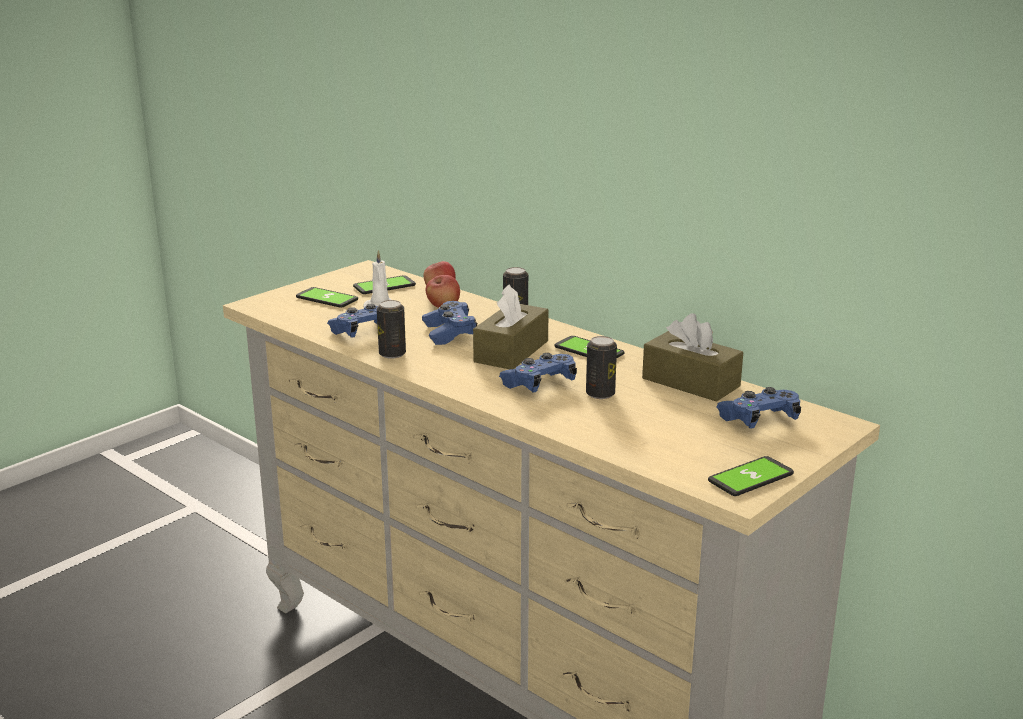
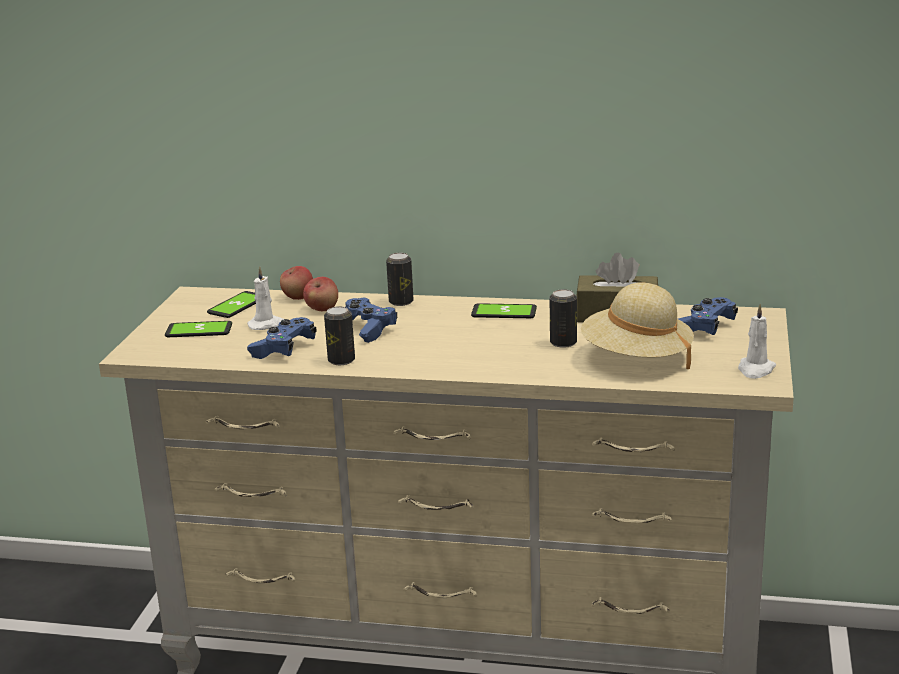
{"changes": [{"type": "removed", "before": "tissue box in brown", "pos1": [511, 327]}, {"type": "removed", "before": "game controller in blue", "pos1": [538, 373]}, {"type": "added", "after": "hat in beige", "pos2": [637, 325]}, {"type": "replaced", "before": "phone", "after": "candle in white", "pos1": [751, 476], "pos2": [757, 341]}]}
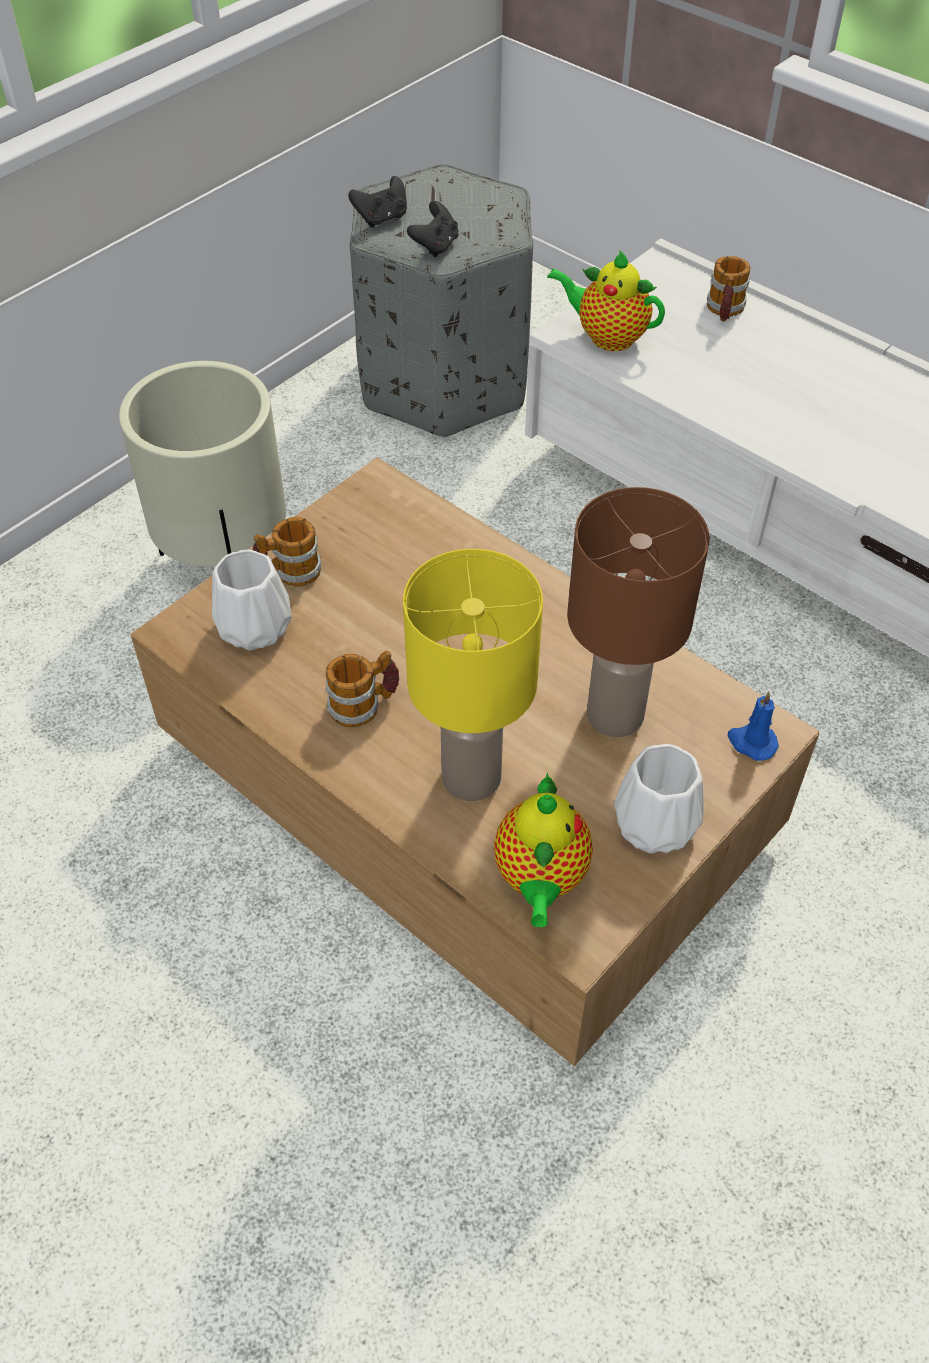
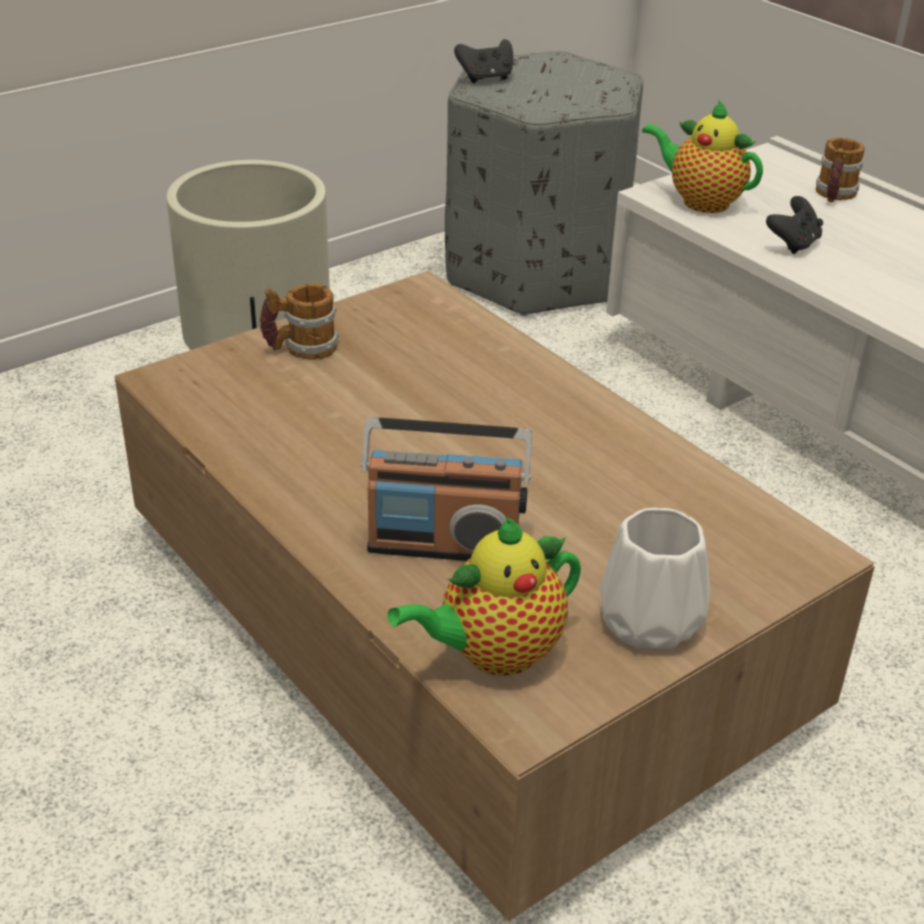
{"changes": [{"type": "removed", "before": "vase in white", "pos1": [251, 600]}, {"type": "removed", "before": "mug", "pos1": [362, 689]}, {"type": "removed", "before": "table lamp in brown", "pos1": [638, 612]}, {"type": "removed", "before": "candle in blue", "pos1": [753, 726]}, {"type": "moved", "before": "game controller in black", "pos1": [433, 229], "pos2": [794, 225]}, {"type": "replaced", "before": "table lamp in yellow", "after": "radio", "pos1": [473, 675], "pos2": [446, 489]}, {"type": "turned", "before": "teapot", "pos1": [543, 850], "pos2": [484, 596], "turn": 45}]}
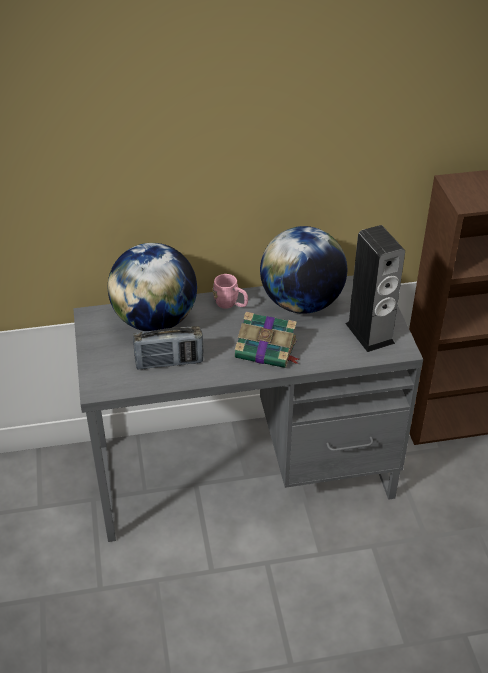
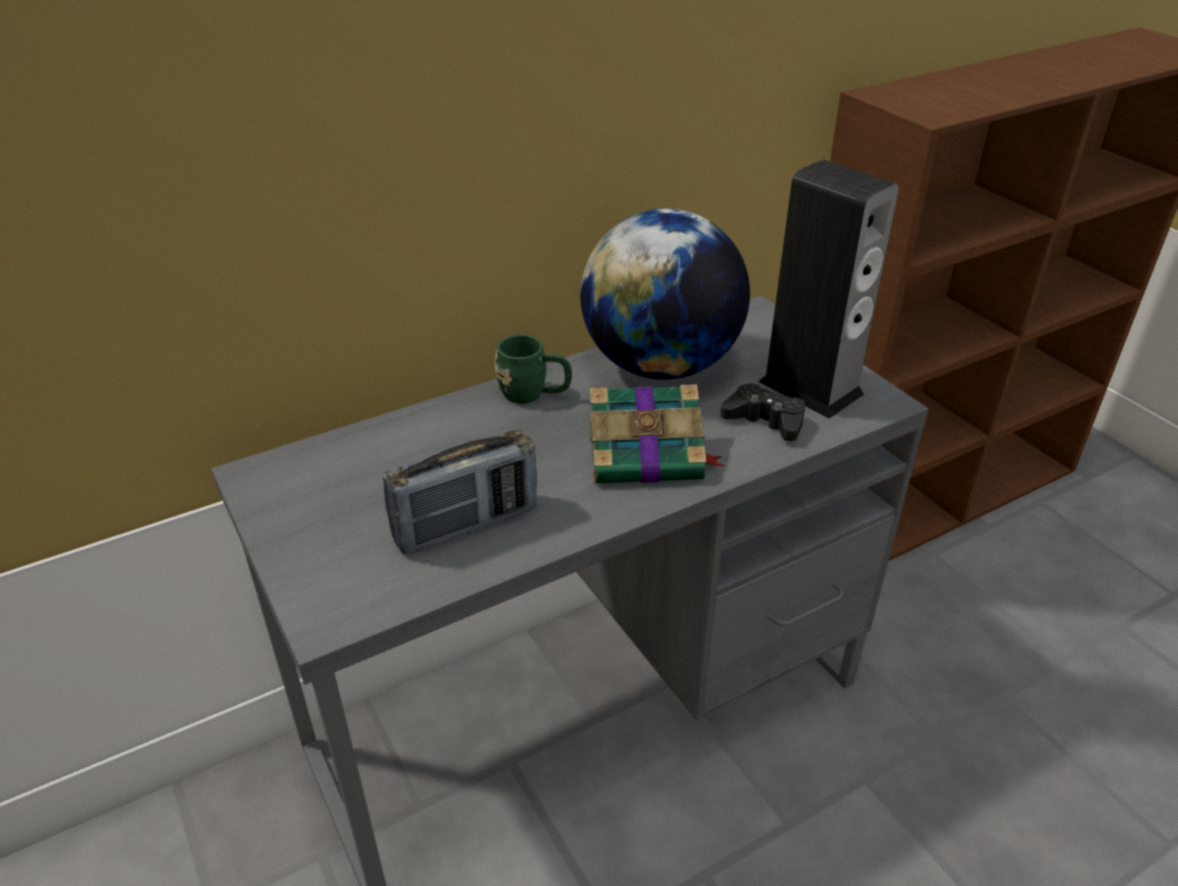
{"changes": [{"type": "removed", "before": "globe", "pos1": [152, 287]}, {"type": "added", "after": "game controller in black", "pos2": [762, 412]}, {"type": "recoloured", "before": "mug in pink", "after": "mug in green", "pos1": [230, 291], "pos2": [533, 369]}]}
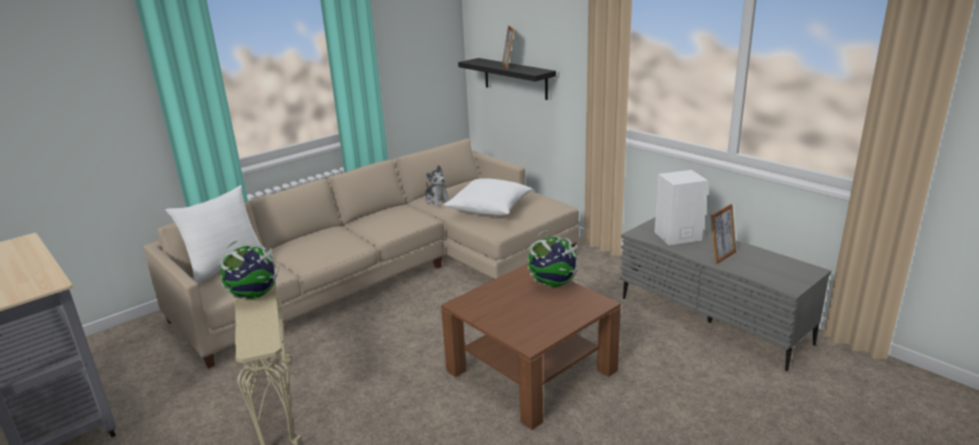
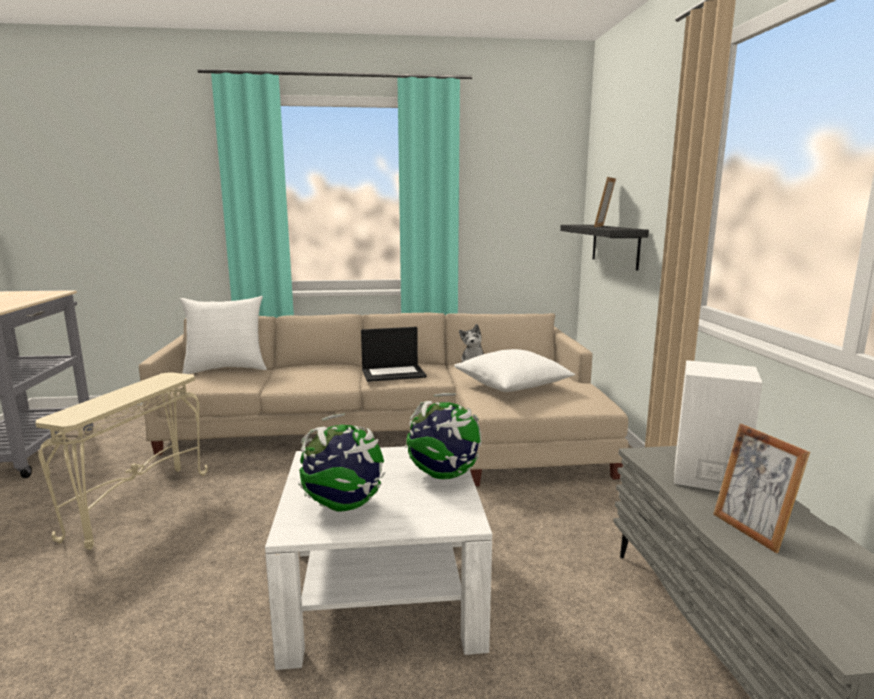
{"changes": [{"type": "added", "after": "laptop", "pos2": [394, 354]}, {"type": "moved", "before": "globe", "pos1": [248, 270], "pos2": [342, 462]}, {"type": "recoloured", "before": "coffee table in brown", "after": "coffee table in white", "pos1": [531, 346], "pos2": [378, 558]}, {"type": "turned", "before": "picture frame", "pos1": [723, 234], "pos2": [761, 488], "turn": 75}]}
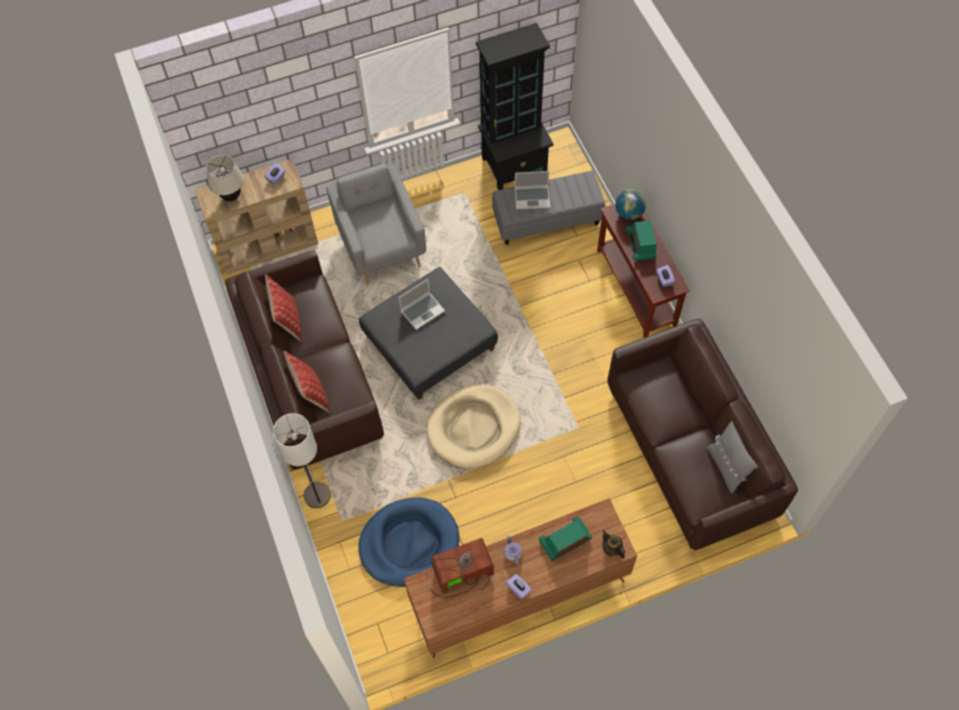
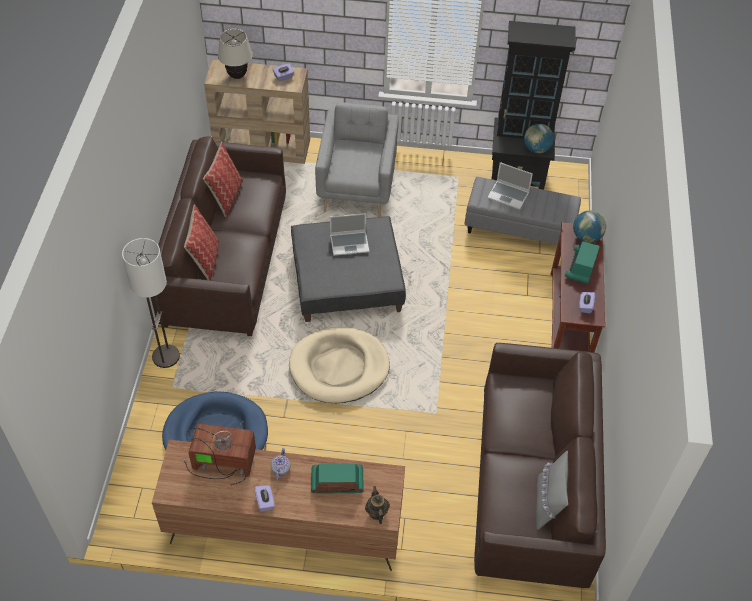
{"changes": [{"type": "added", "after": "globe", "pos2": [539, 138]}]}
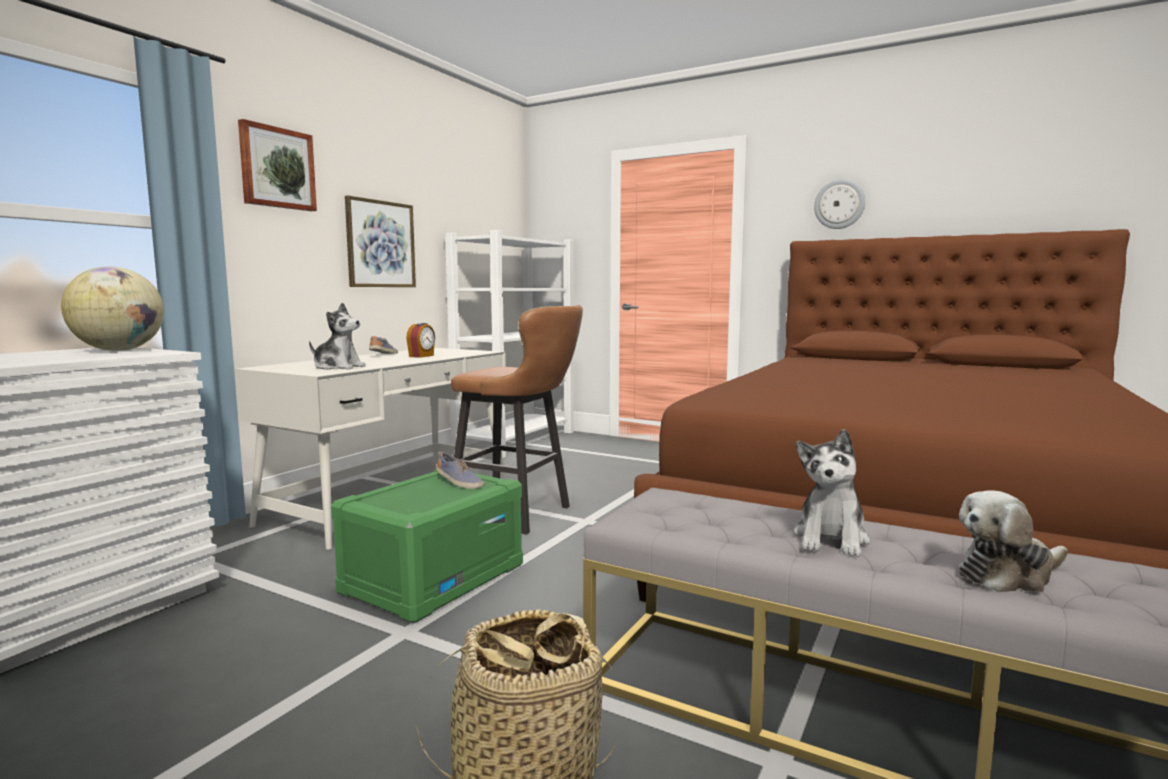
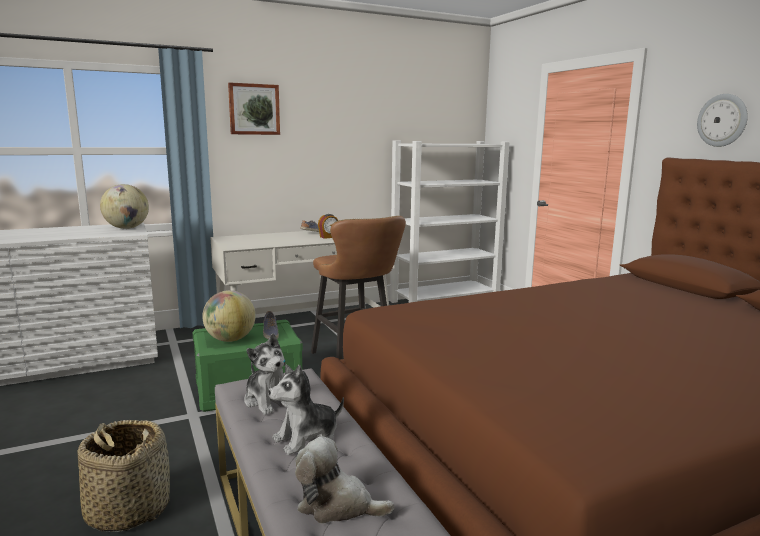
{"changes": [{"type": "removed", "before": "picture", "pos1": [380, 241]}, {"type": "added", "after": "globe", "pos2": [229, 316]}, {"type": "moved", "before": "plush toy", "pos1": [337, 336], "pos2": [265, 374]}]}
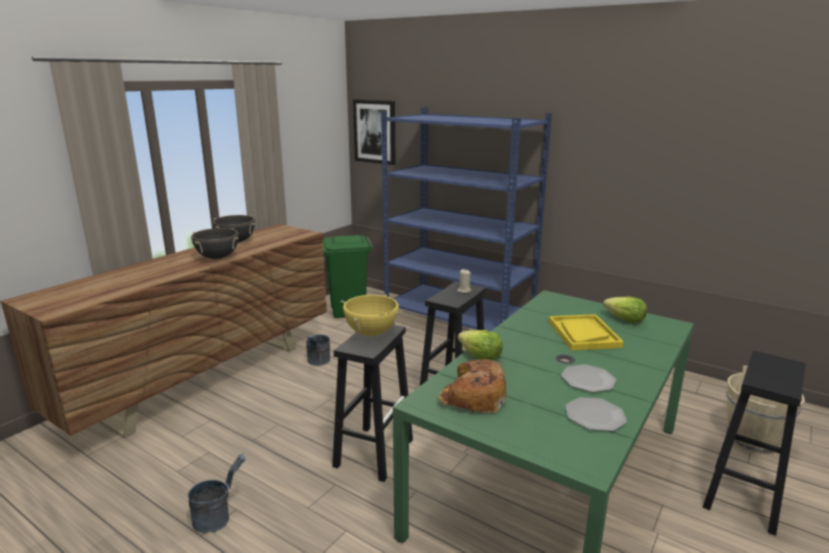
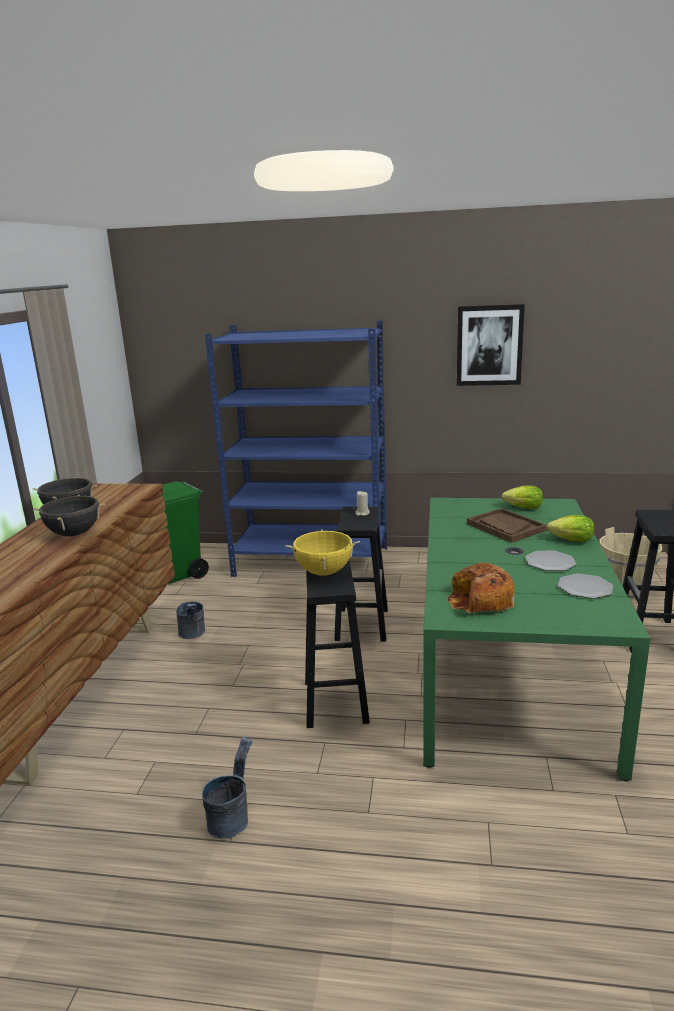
{"changes": [{"type": "moved", "before": "picture", "pos1": [374, 132], "pos2": [491, 345]}, {"type": "moved", "before": "lettuce", "pos1": [480, 345], "pos2": [570, 529]}, {"type": "recoloured", "before": "tray in yellow", "after": "tray in brown", "pos1": [586, 332], "pos2": [507, 525]}]}
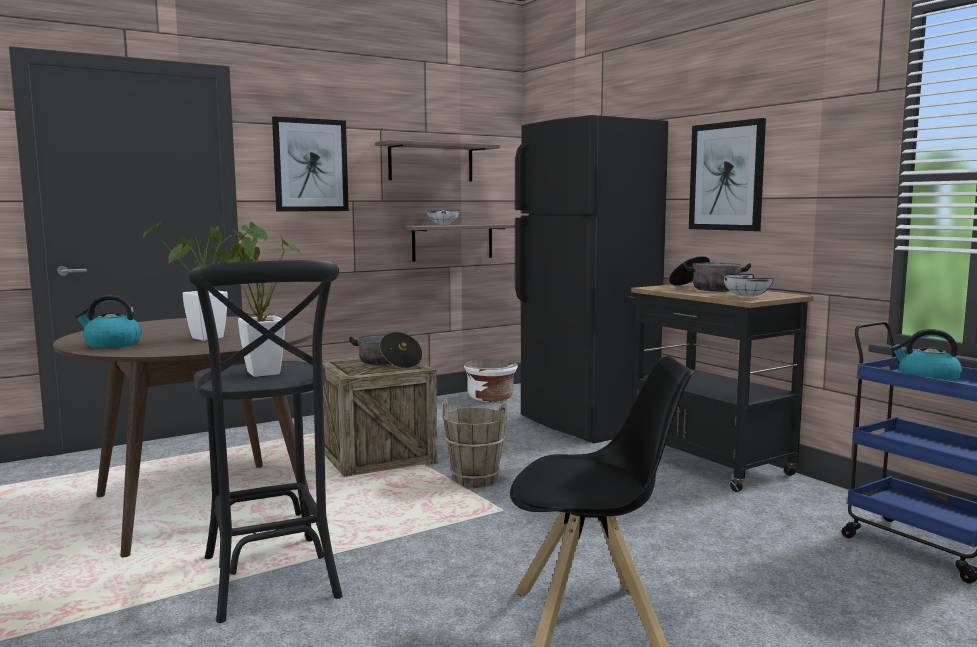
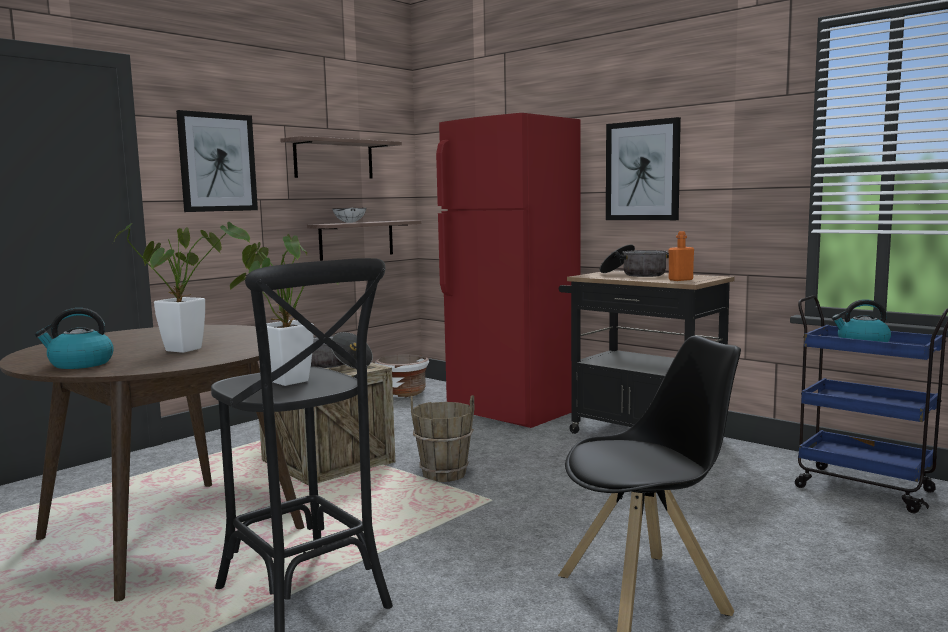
{"changes": [{"type": "replaced", "before": "bowl in white", "after": "bottle in orange", "pos1": [749, 285], "pos2": [681, 256]}, {"type": "recoloured", "before": "fridge in black", "after": "fridge in red", "pos1": [592, 279], "pos2": [508, 270]}]}
